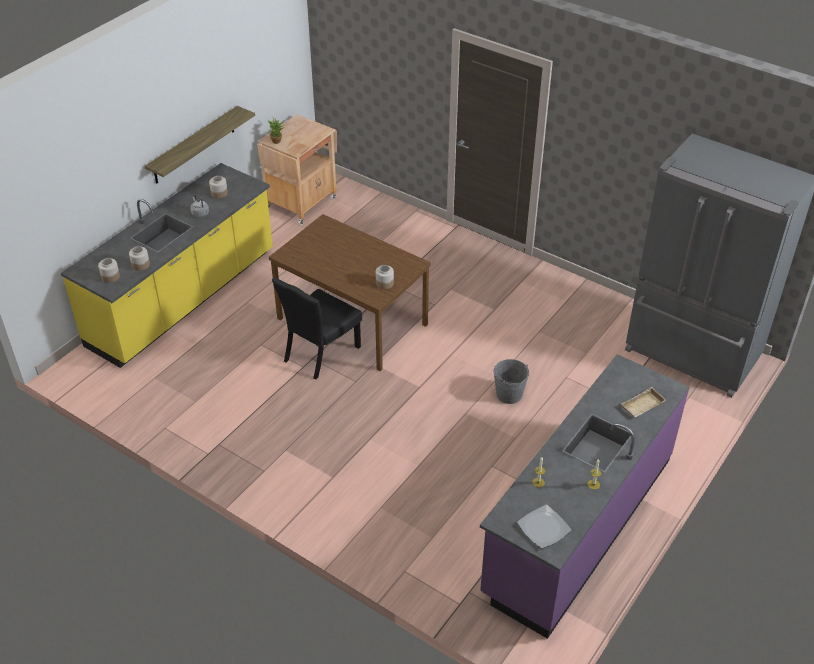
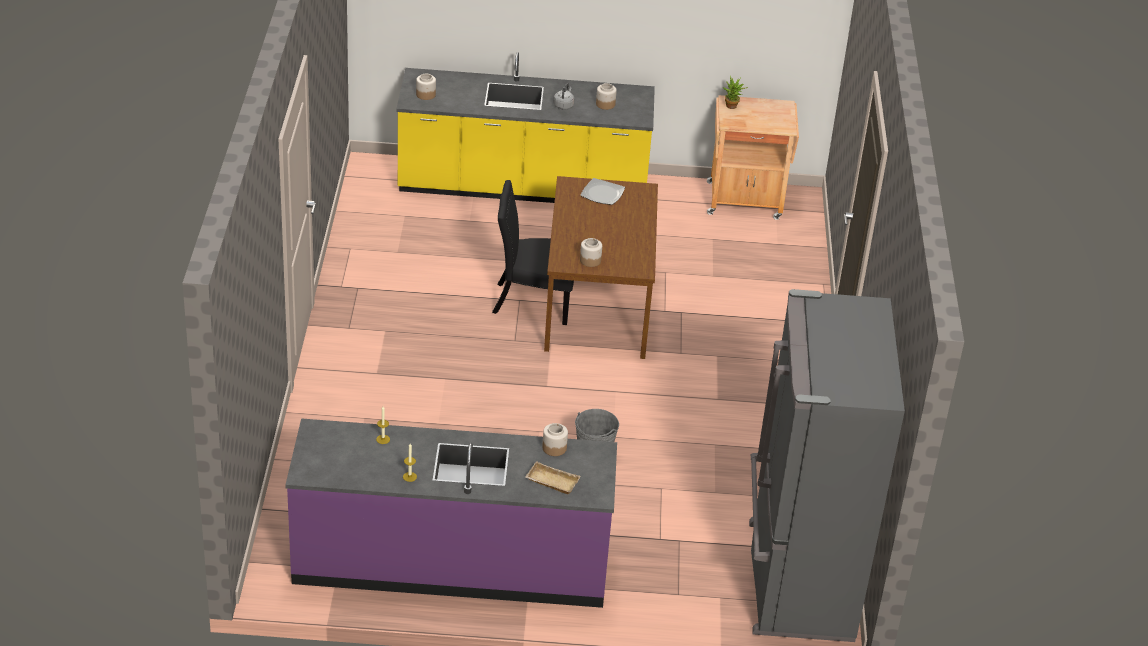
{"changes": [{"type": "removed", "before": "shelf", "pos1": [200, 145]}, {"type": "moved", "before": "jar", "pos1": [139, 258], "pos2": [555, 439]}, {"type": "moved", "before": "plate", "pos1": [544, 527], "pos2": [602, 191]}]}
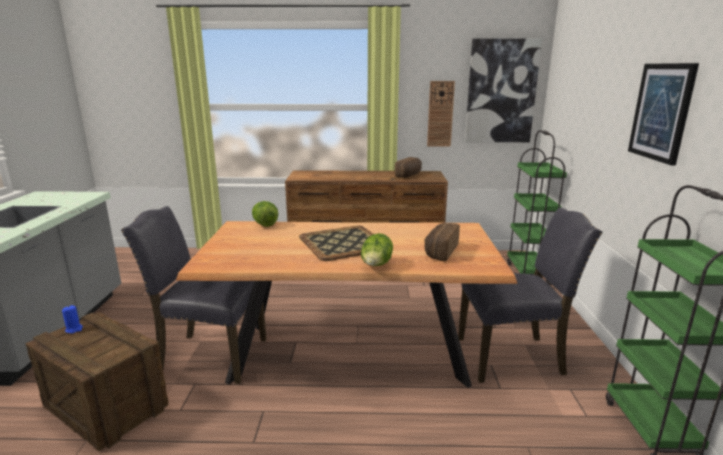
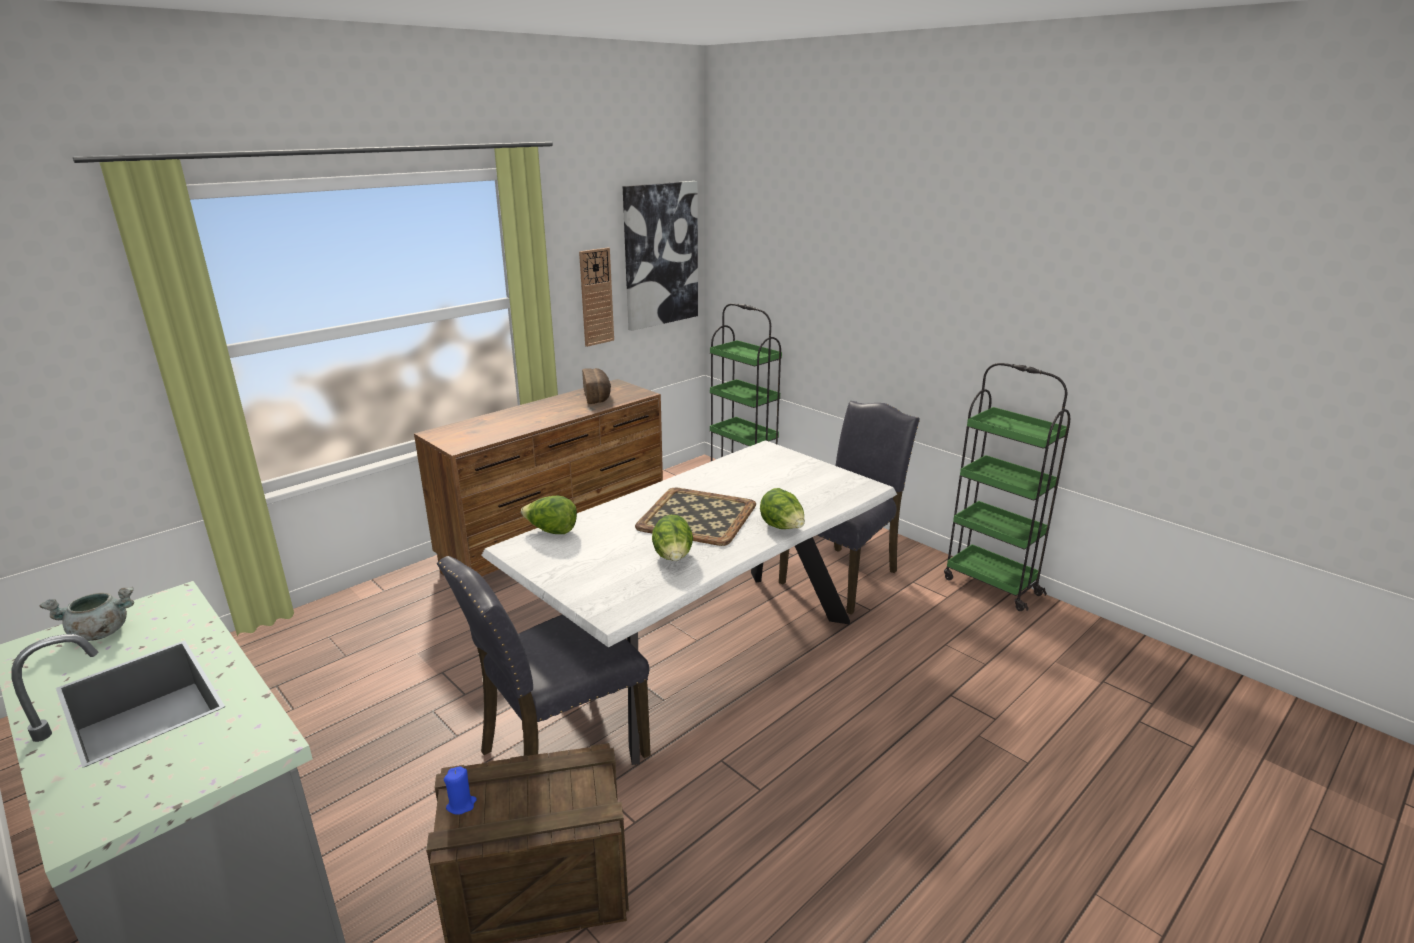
{"changes": [{"type": "removed", "before": "bread", "pos1": [442, 242]}, {"type": "removed", "before": "picture", "pos1": [663, 114]}, {"type": "added", "after": "cooking pot in grey", "pos2": [87, 614]}, {"type": "added", "after": "lettuce", "pos2": [672, 538]}, {"type": "recoloured", "before": "dining table in brown", "after": "dining table in white", "pos1": [347, 304], "pos2": [689, 602]}]}
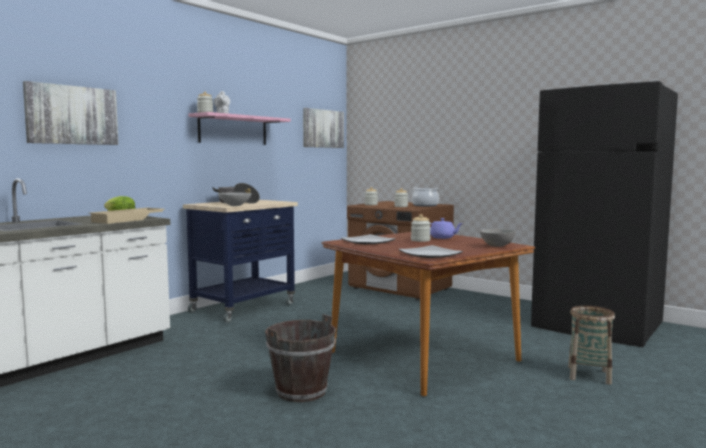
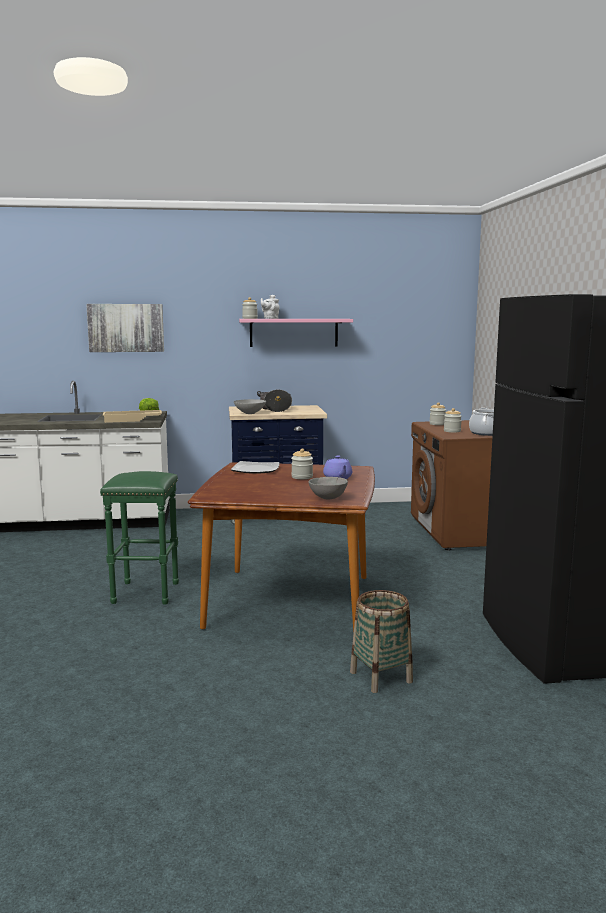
{"changes": [{"type": "removed", "before": "picture", "pos1": [323, 128]}, {"type": "removed", "before": "plate", "pos1": [431, 251]}, {"type": "replaced", "before": "bucket in brown", "after": "stool in green", "pos1": [300, 358], "pos2": [139, 537]}]}
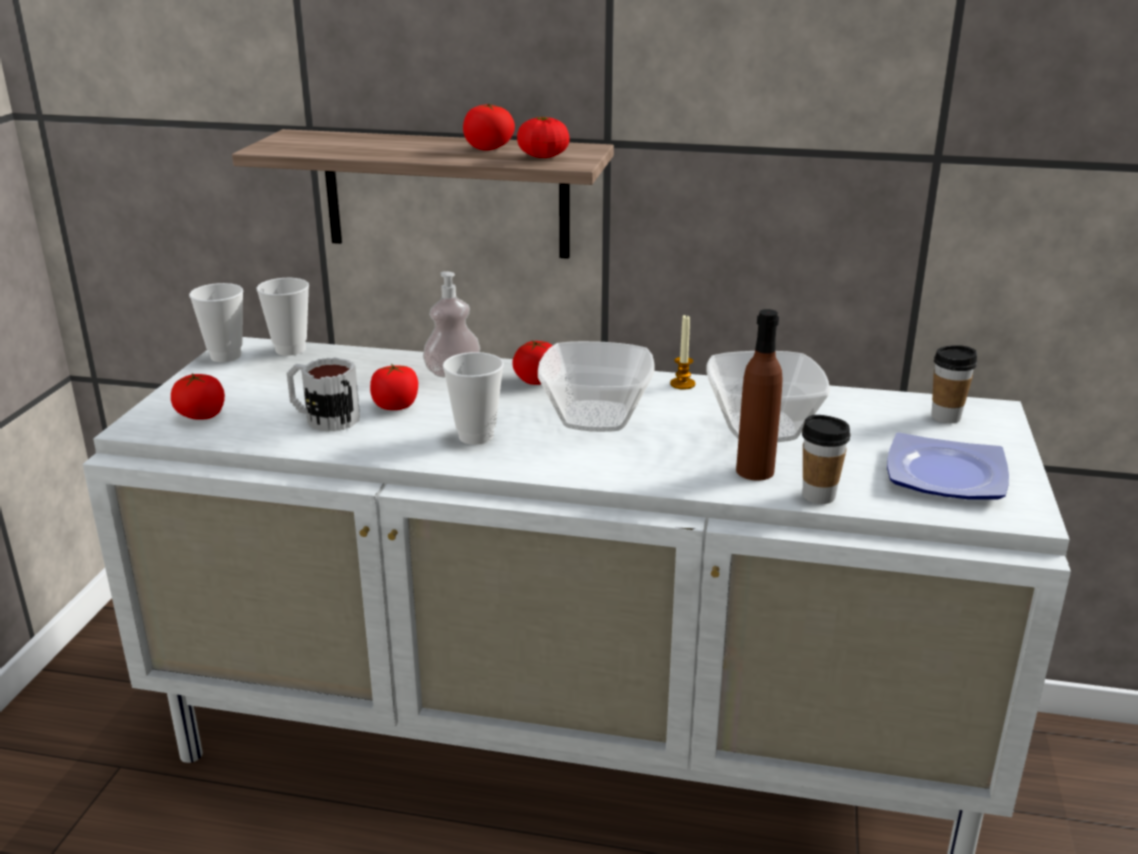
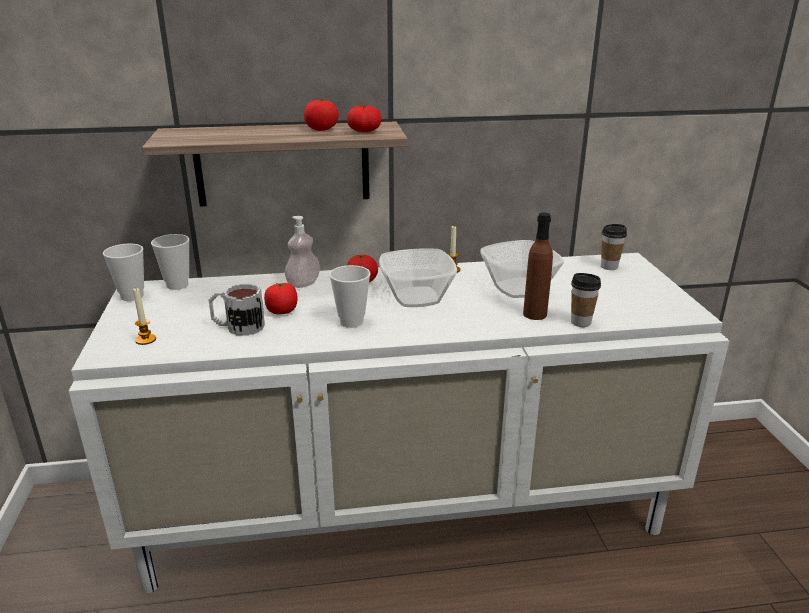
{"changes": [{"type": "removed", "before": "plate", "pos1": [948, 465]}, {"type": "replaced", "before": "tomato", "after": "candle", "pos1": [198, 396], "pos2": [144, 316]}]}
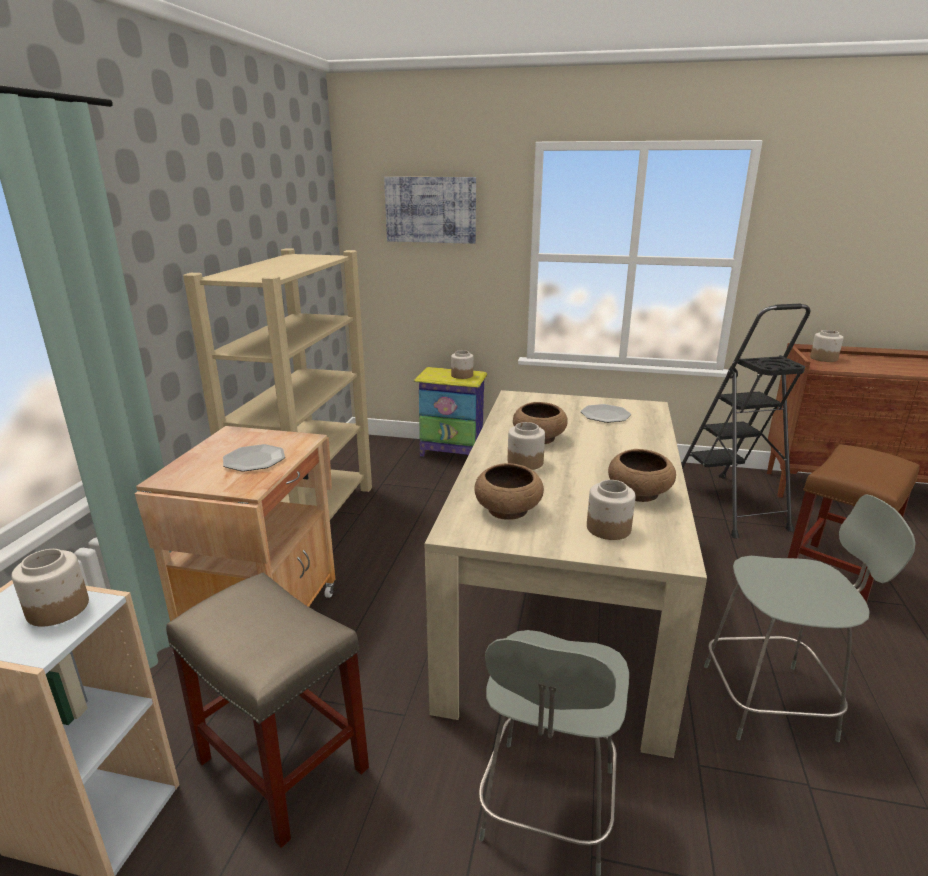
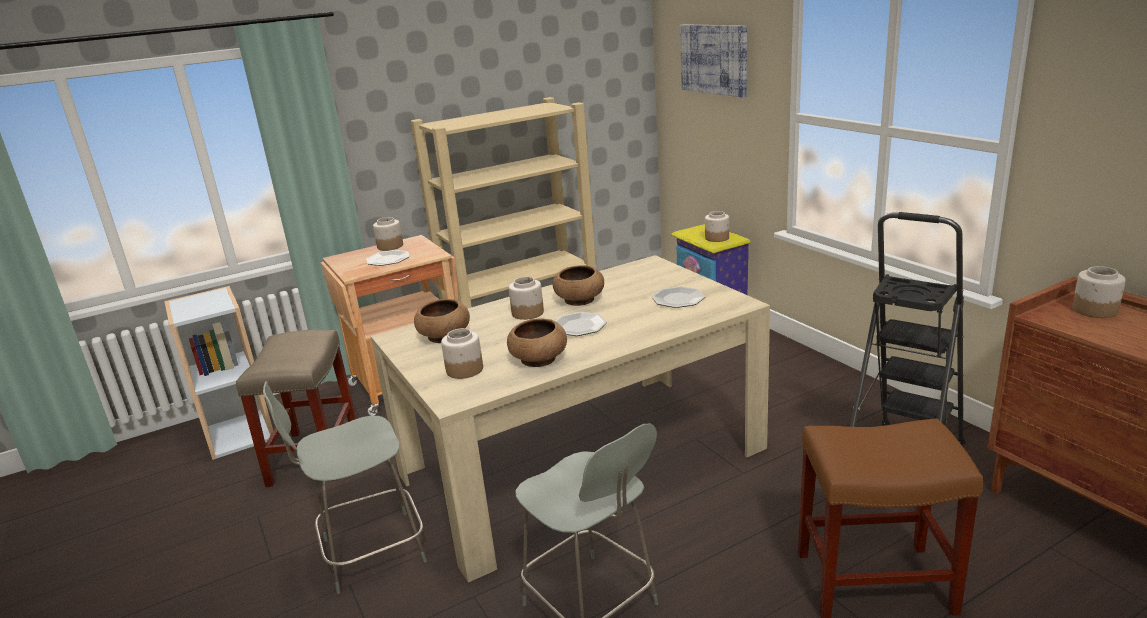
{"changes": [{"type": "added", "after": "plate", "pos2": [581, 324]}, {"type": "moved", "before": "jar", "pos1": [50, 588], "pos2": [388, 234]}]}
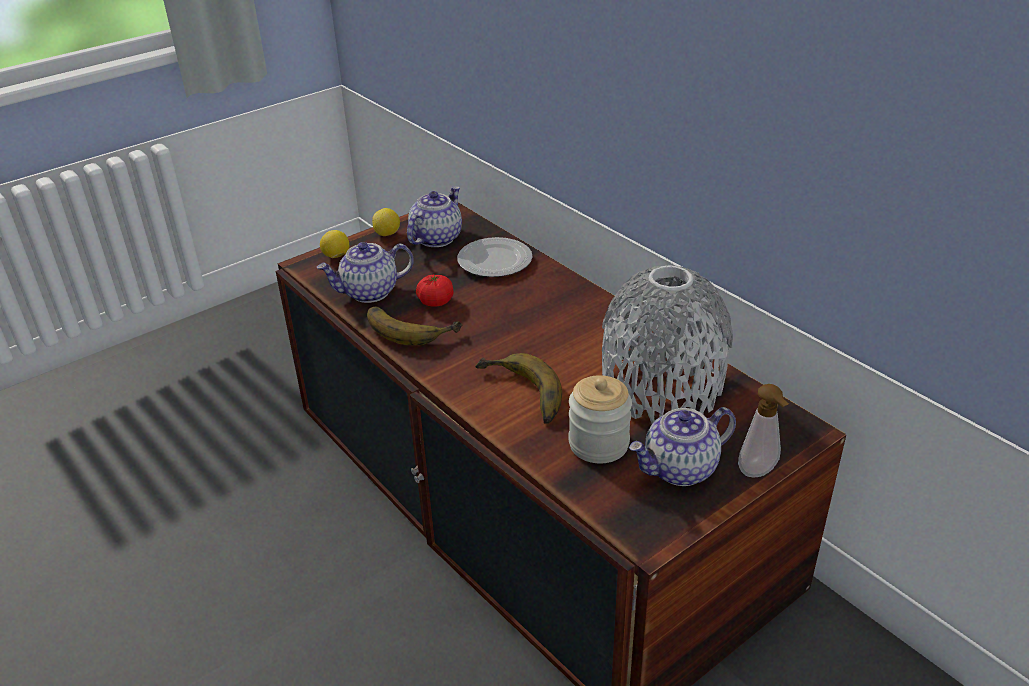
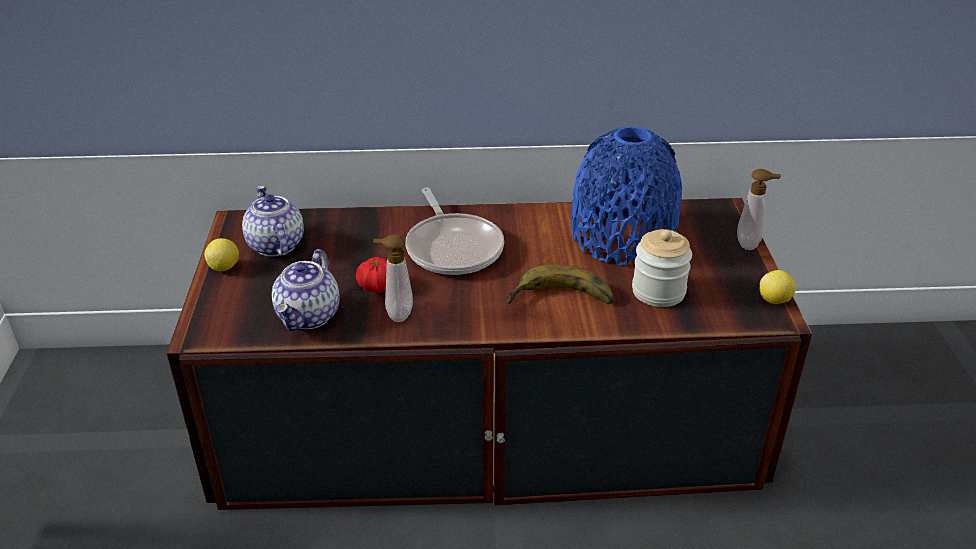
{"changes": [{"type": "removed", "before": "plate", "pos1": [495, 257]}, {"type": "removed", "before": "teapot", "pos1": [682, 446]}, {"type": "added", "after": "frying pan", "pos2": [455, 231]}, {"type": "moved", "before": "lemon", "pos1": [334, 244], "pos2": [777, 287]}, {"type": "replaced", "before": "banana", "after": "soap dispenser", "pos1": [414, 326], "pos2": [393, 278]}, {"type": "recoloured", "before": "vase in grey", "after": "vase in blue", "pos1": [667, 344], "pos2": [626, 196]}]}
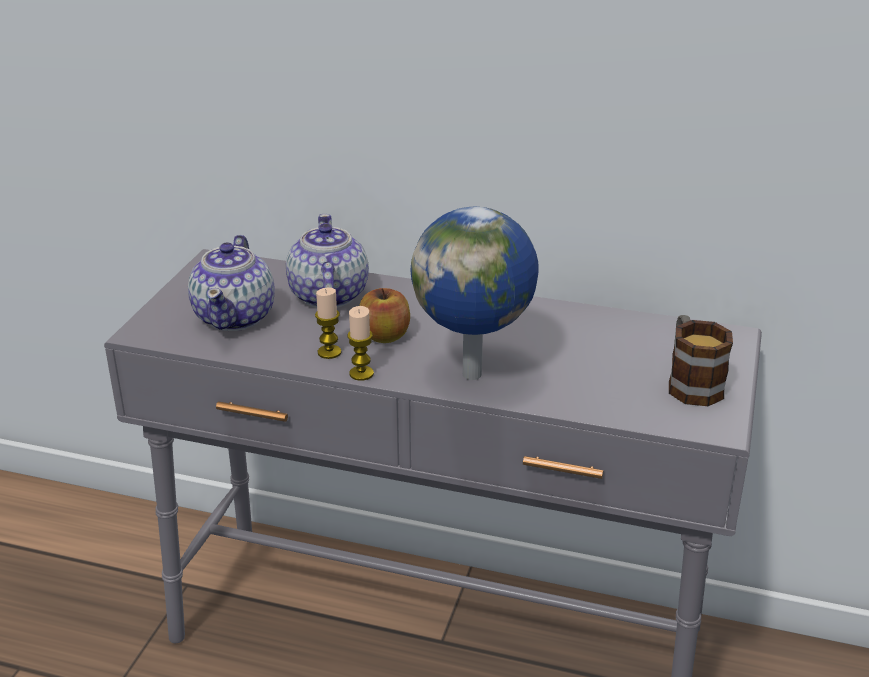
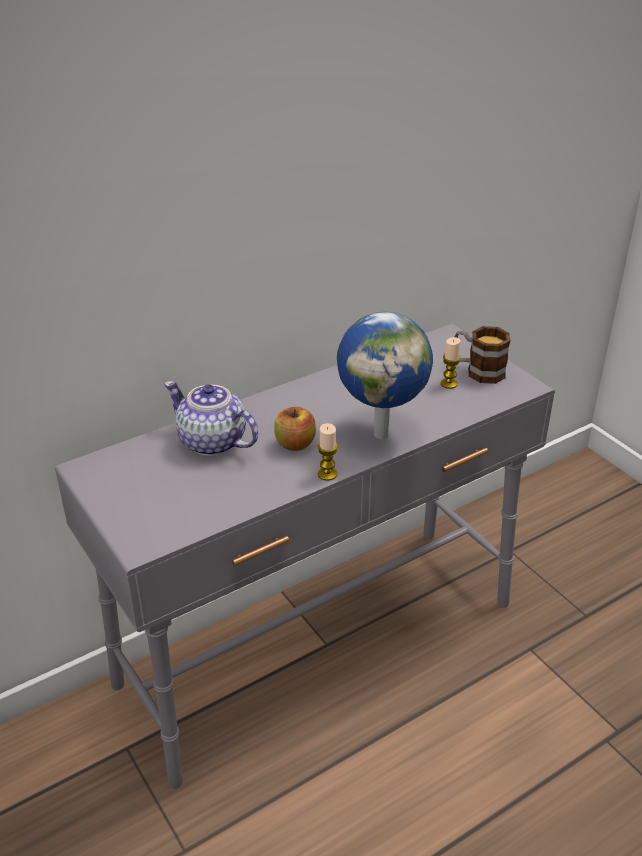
{"changes": [{"type": "removed", "before": "teapot", "pos1": [231, 283]}, {"type": "moved", "before": "candle", "pos1": [328, 323], "pos2": [451, 363]}]}
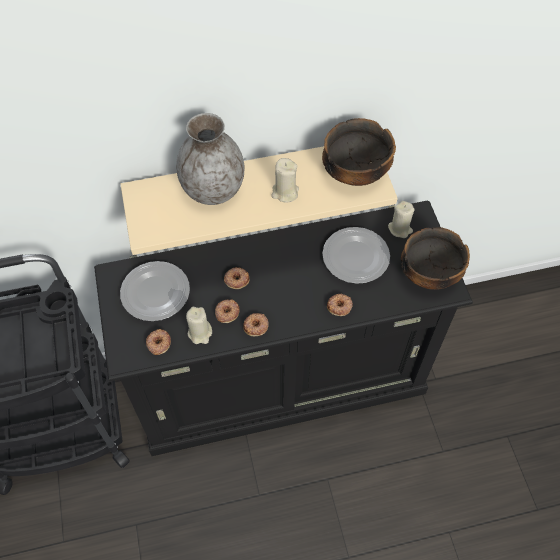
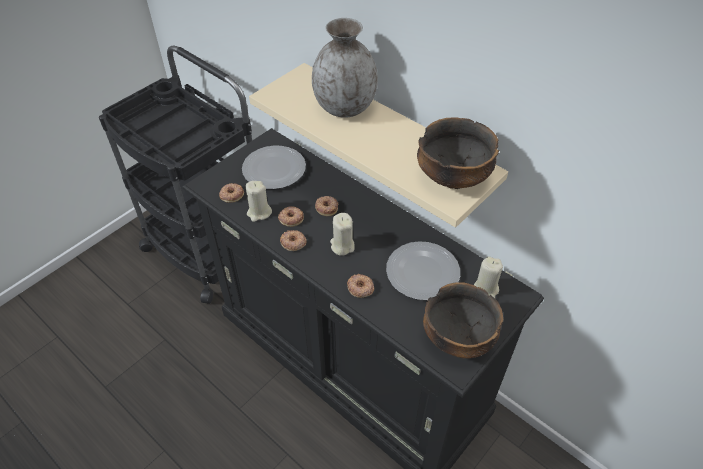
{"changes": [{"type": "moved", "before": "candle in beige", "pos1": [285, 180], "pos2": [342, 234]}]}
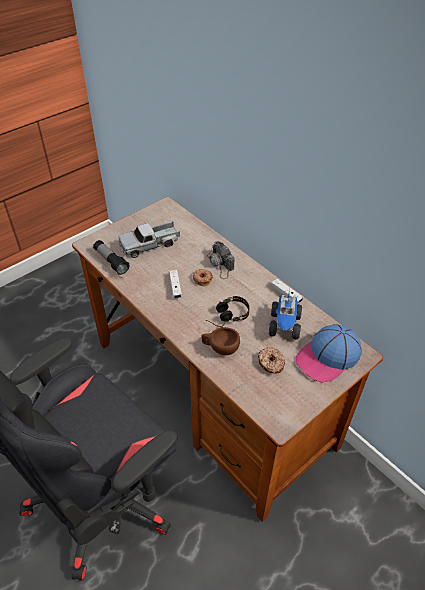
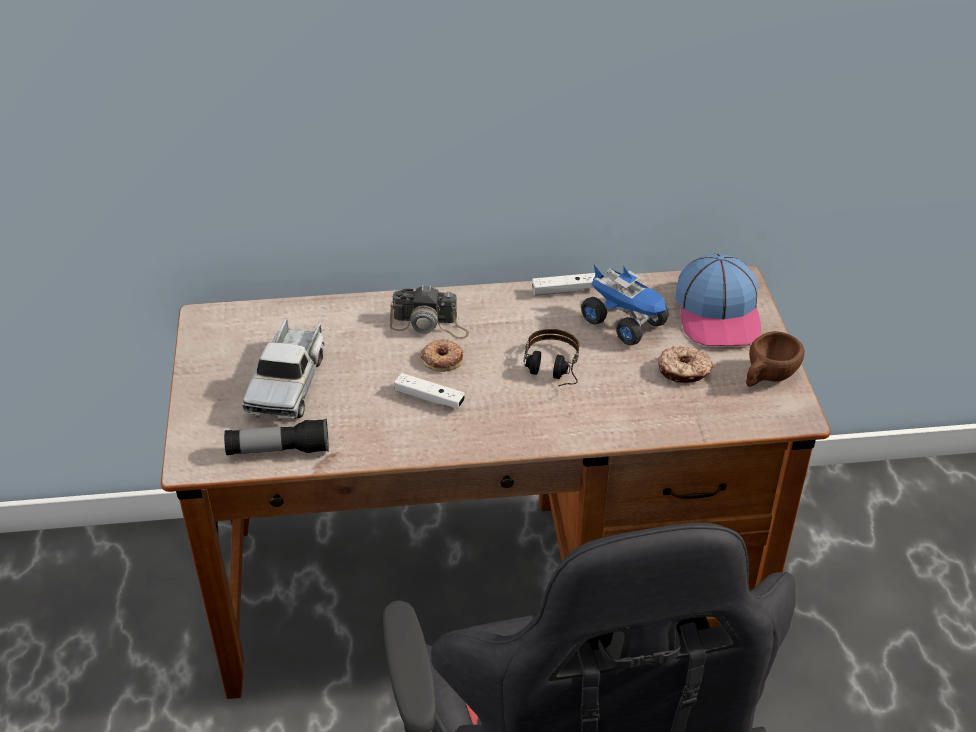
{"changes": [{"type": "moved", "before": "cup in brown", "pos1": [220, 341], "pos2": [775, 359]}]}
